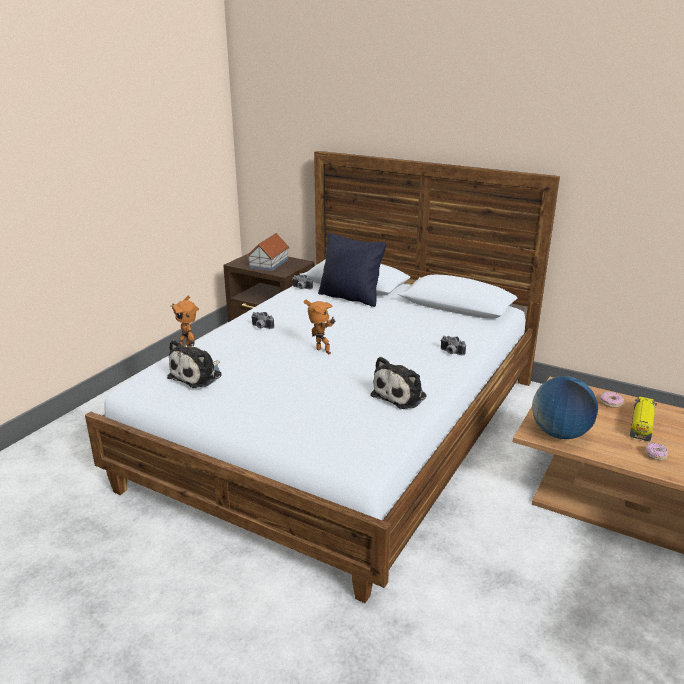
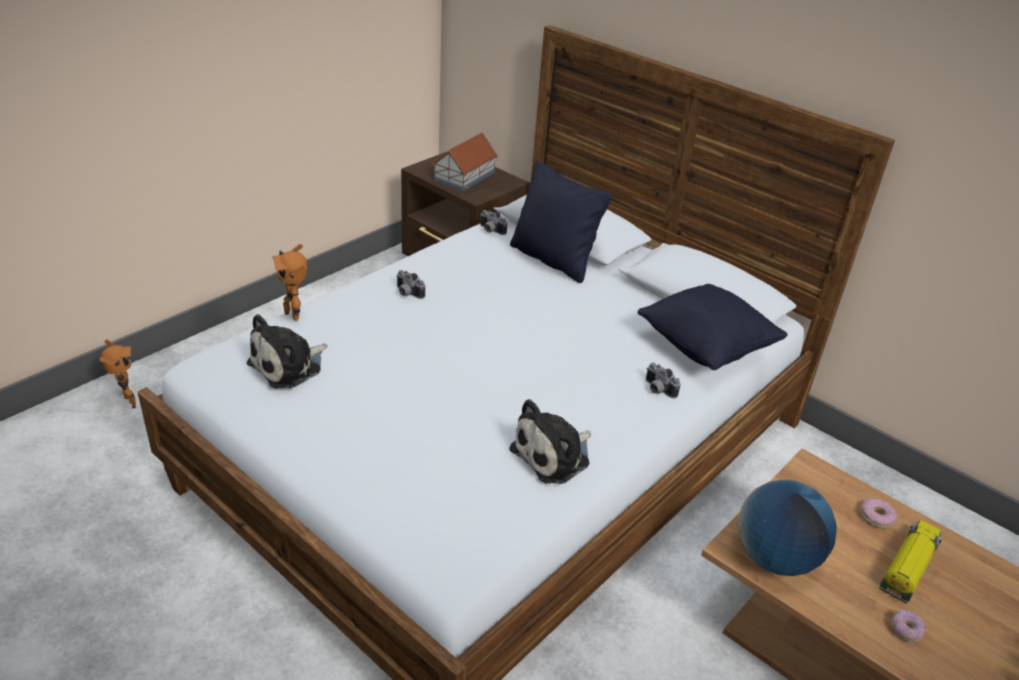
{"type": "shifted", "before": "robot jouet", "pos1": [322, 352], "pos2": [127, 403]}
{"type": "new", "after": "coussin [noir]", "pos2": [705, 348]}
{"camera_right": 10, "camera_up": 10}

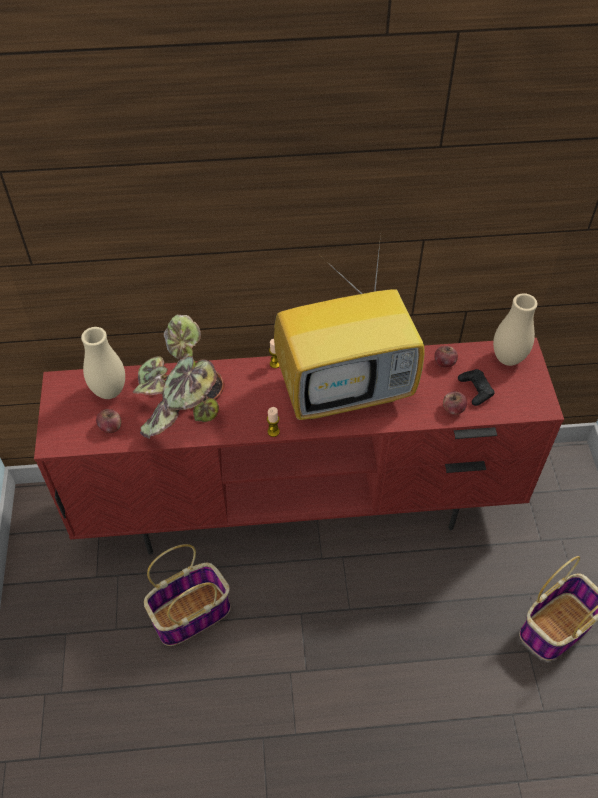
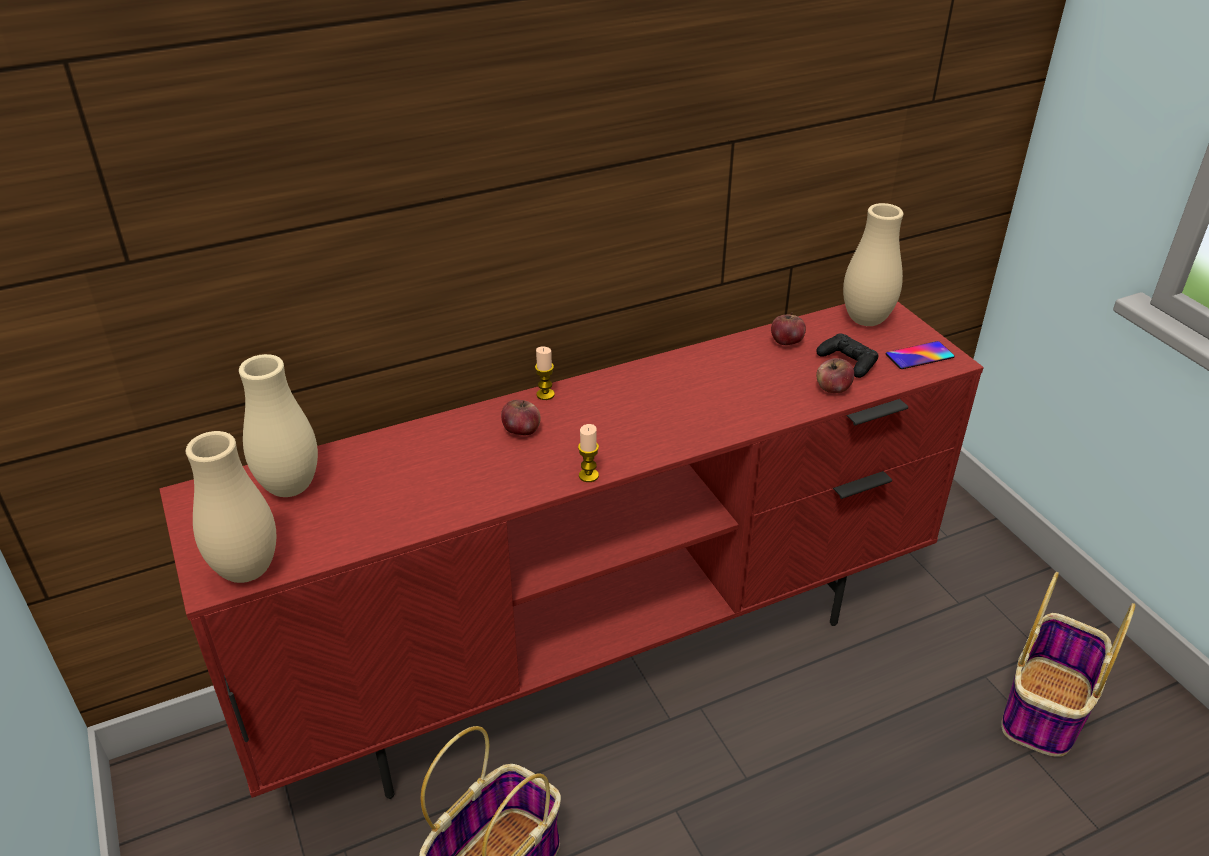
{"type": "shifted", "before": "pomme", "pos1": [110, 427], "pos2": [521, 430]}
{"type": "gone", "before": "plante en pot", "pos1": [179, 407]}
{"type": "gone", "before": "téléviseur", "pos1": [347, 388]}
{"type": "new", "after": "vase [beige]", "pos2": [247, 570]}
{"type": "new", "after": "téléphone", "pos2": [919, 356]}
{"camera_right": -20, "camera_up": -15}

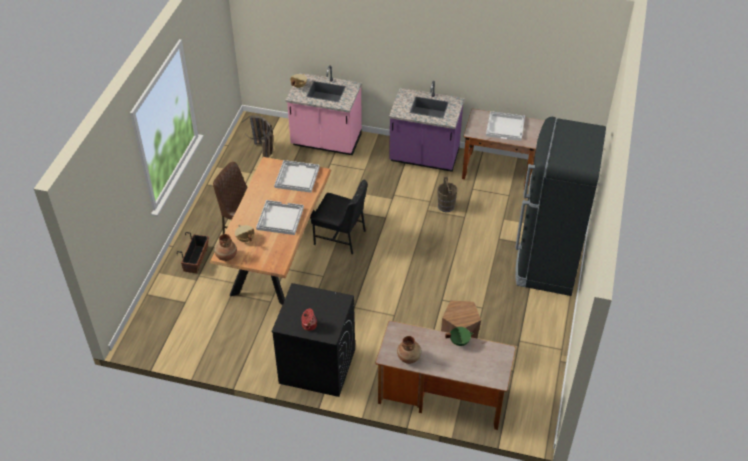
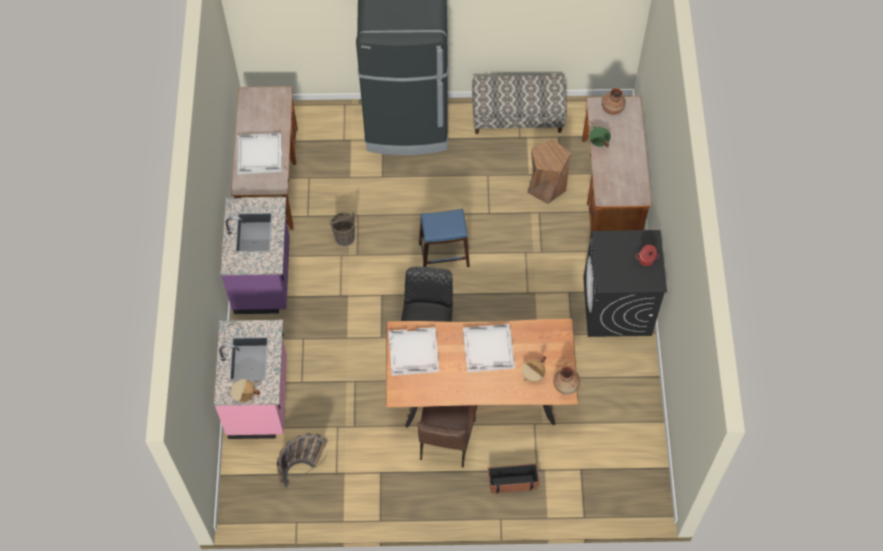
{"type": "shifted", "before": "vase [marron]", "pos1": [409, 357], "pos2": [612, 108]}
{"type": "new", "after": "tabouret [bleu]", "pos2": [443, 255]}
{"type": "new", "after": "banc", "pos2": [517, 117]}
{"camera_right": -105, "camera_up": 15}

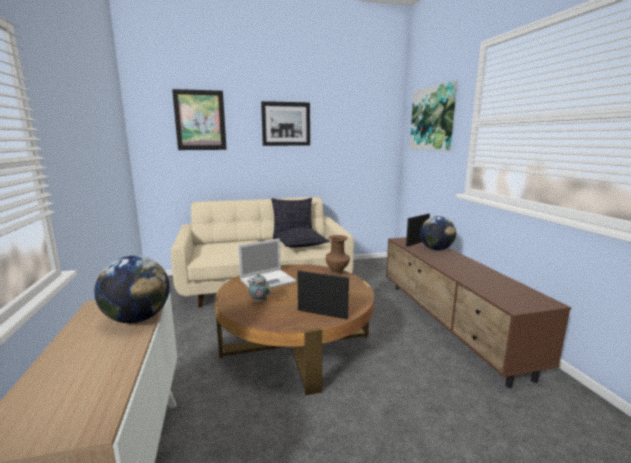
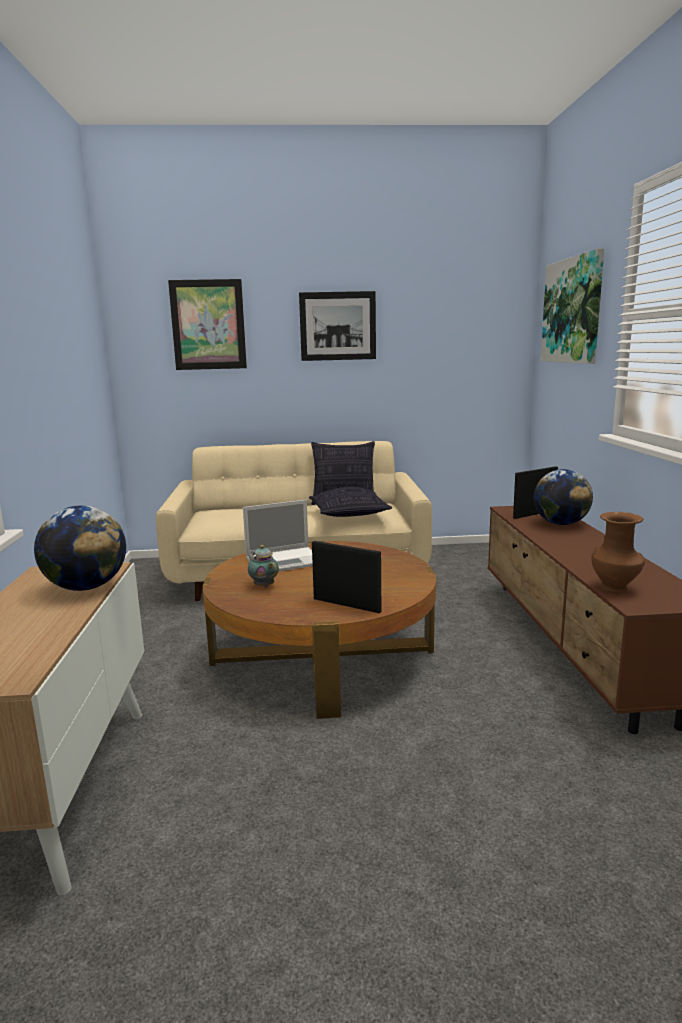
{"type": "shifted", "before": "vase [marron]", "pos1": [337, 273], "pos2": [615, 588]}
{"camera_right": 10, "camera_up": 0}

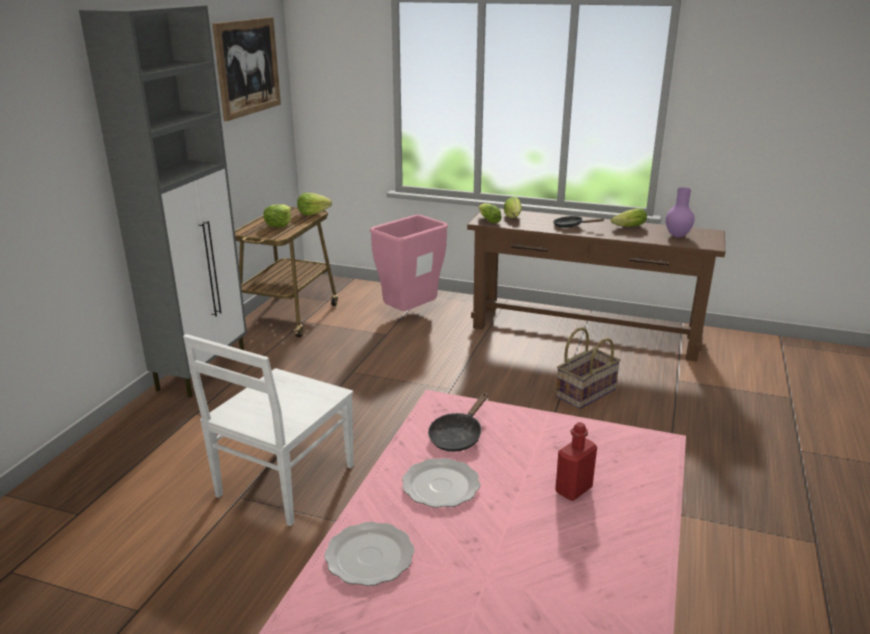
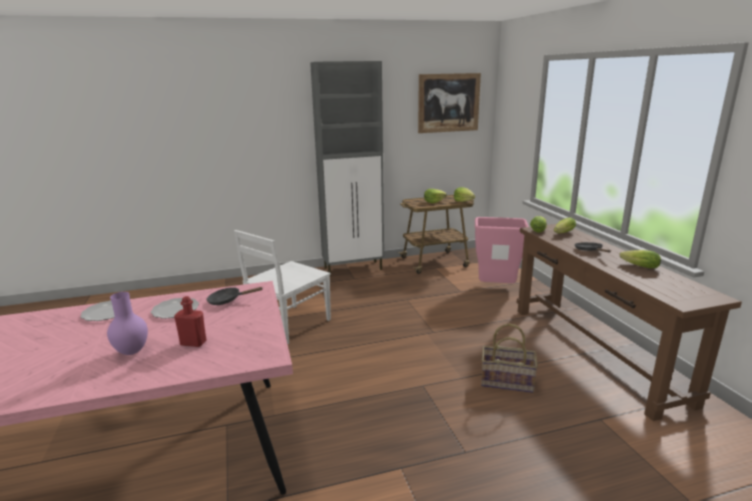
{"type": "rotated", "before": "chaise [blanc]", "pos1": [283, 482], "pos2": [289, 324], "turn": -45}
{"type": "shifted", "before": "vase [violet]", "pos1": [677, 236], "pos2": [131, 352]}
{"camera_right": 55, "camera_up": -5}

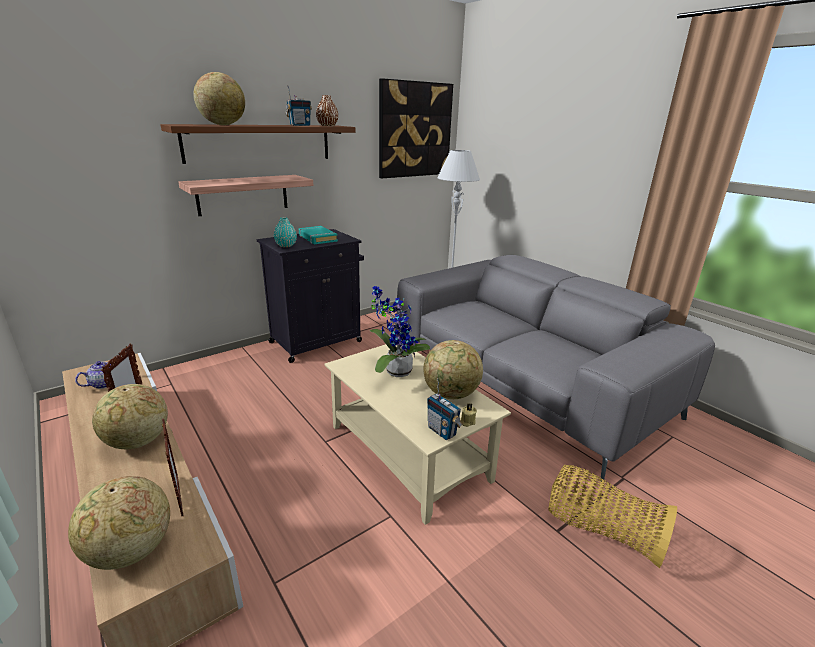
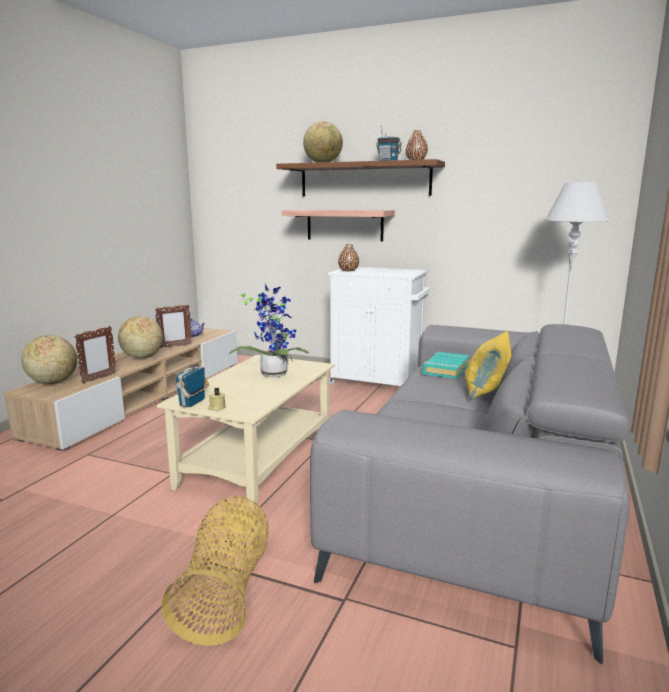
{"type": "repainted", "before": "meuble de rangement [noir]", "after": "meuble de rangement [blanc]", "pos1": [317, 341], "pos2": [378, 381]}
{"type": "repainted", "before": "vase [turquoise]", "after": "vase [marron]", "pos1": [286, 245], "pos2": [348, 270]}
{"type": "shifted", "before": "livre [turquoise]", "pos1": [317, 238], "pos2": [445, 369]}
{"type": "gone", "before": "tableau", "pos1": [415, 130]}
{"type": "gone", "before": "globe", "pos1": [451, 394]}
{"type": "new", "after": "coussin [jaune]", "pos2": [486, 391]}
{"camera_right": 60, "camera_up": -10}

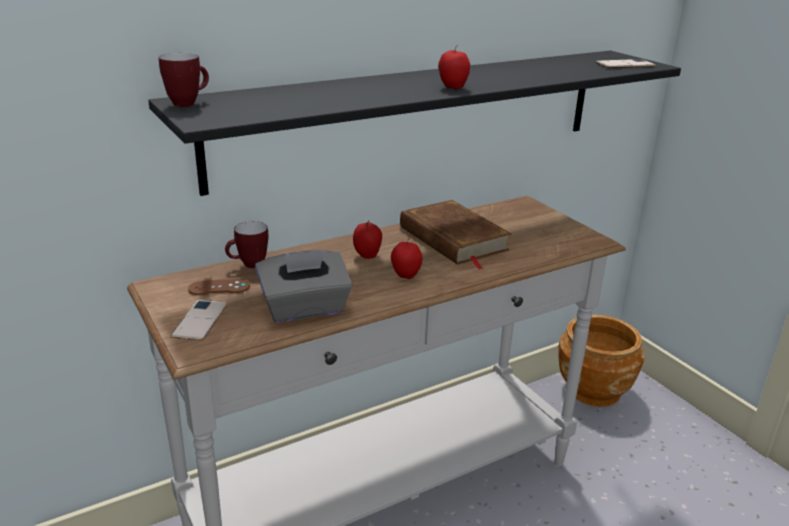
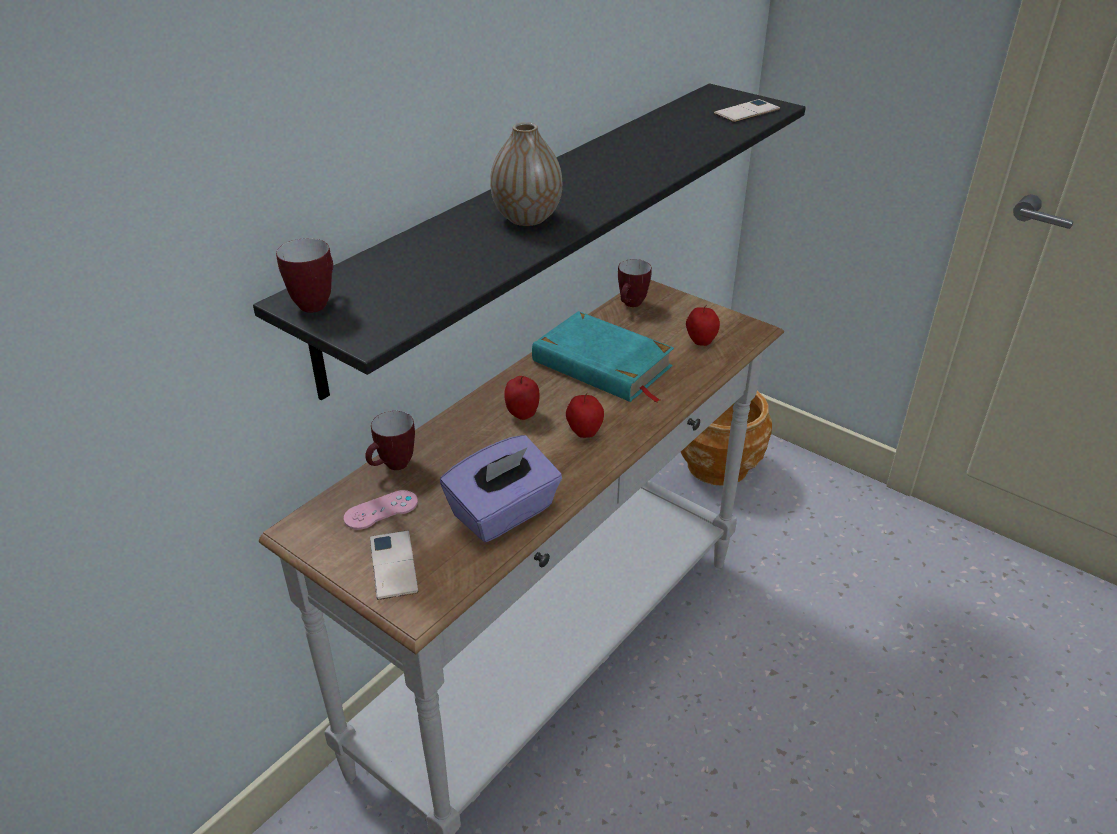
{"type": "repainted", "before": "manette [marron]", "after": "manette [rose]", "pos1": [219, 287], "pos2": [381, 510]}
{"type": "repainted", "before": "boîte à mouchoirs [gris]", "after": "boîte à mouchoirs [violet]", "pos1": [305, 309], "pos2": [504, 513]}
{"type": "repainted", "before": "livre [marron]", "after": "livre [turquoise]", "pos1": [453, 239], "pos2": [602, 364]}
{"type": "shifted", "before": "pomme", "pos1": [452, 87], "pos2": [700, 342]}
{"type": "new", "after": "vase", "pos2": [527, 218]}
{"type": "new", "after": "mug", "pos2": [631, 305]}
{"camera_right": -20, "camera_up": 10}

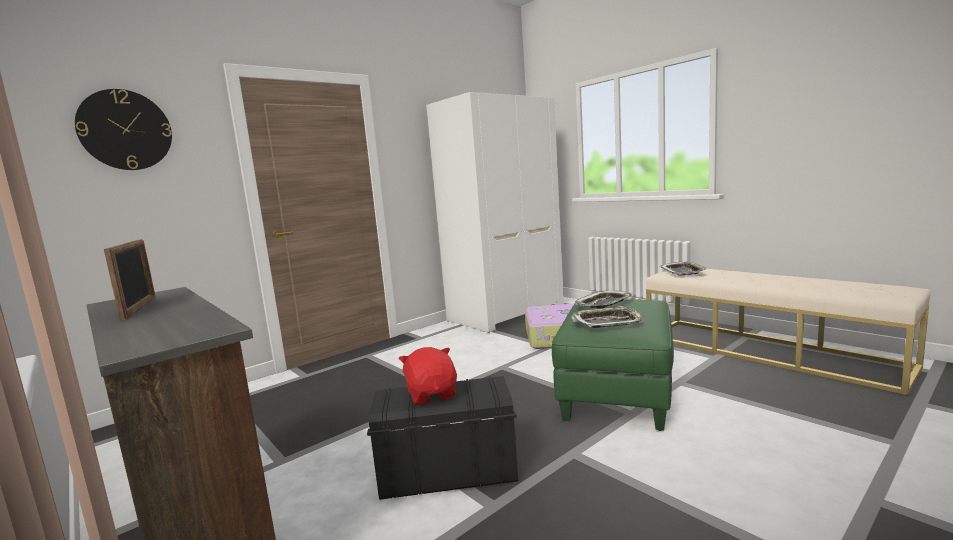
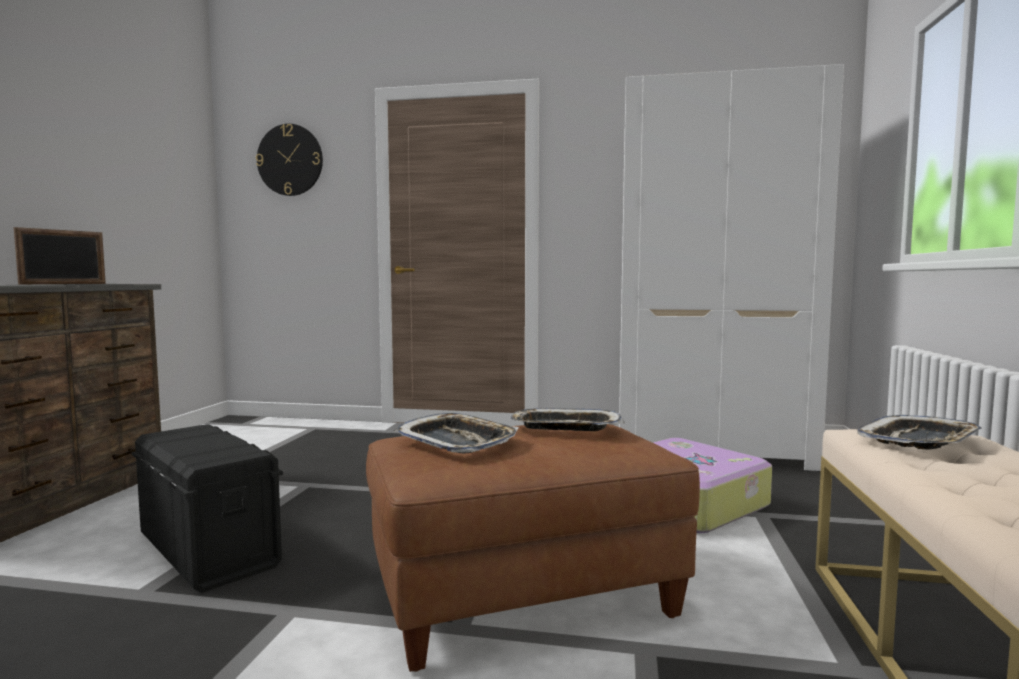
{"type": "gone", "before": "peluche [rouge]", "pos1": [432, 394]}
{"type": "repainted", "before": "pouf [vert]", "after": "pouf [marron]", "pos1": [618, 394], "pos2": [522, 599]}
{"camera_right": 50, "camera_up": -5}

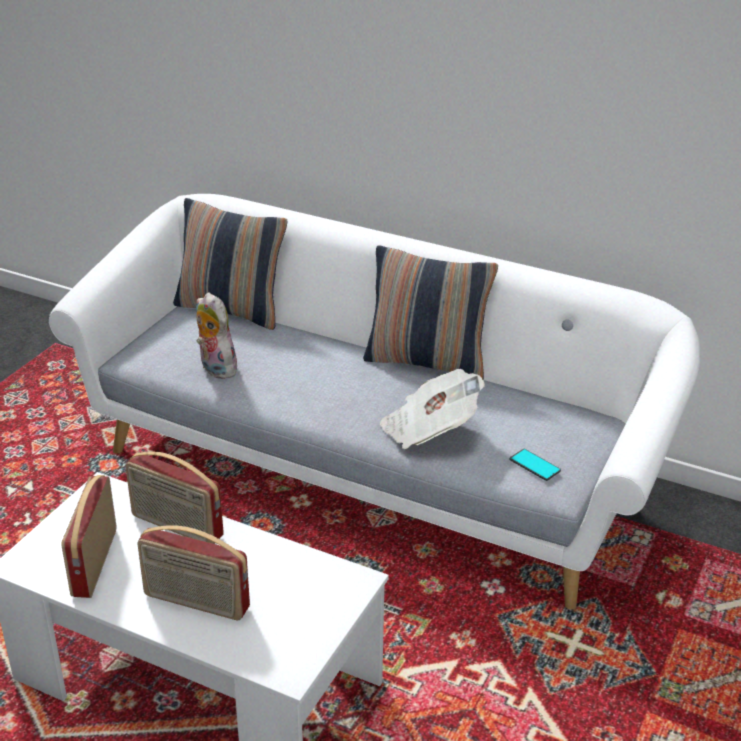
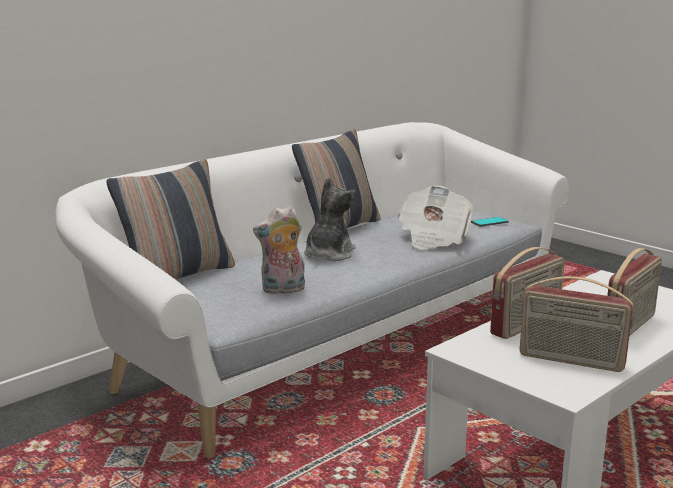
{"type": "new", "after": "peluche", "pos2": [328, 254]}
{"camera_right": -70, "camera_up": -15}

